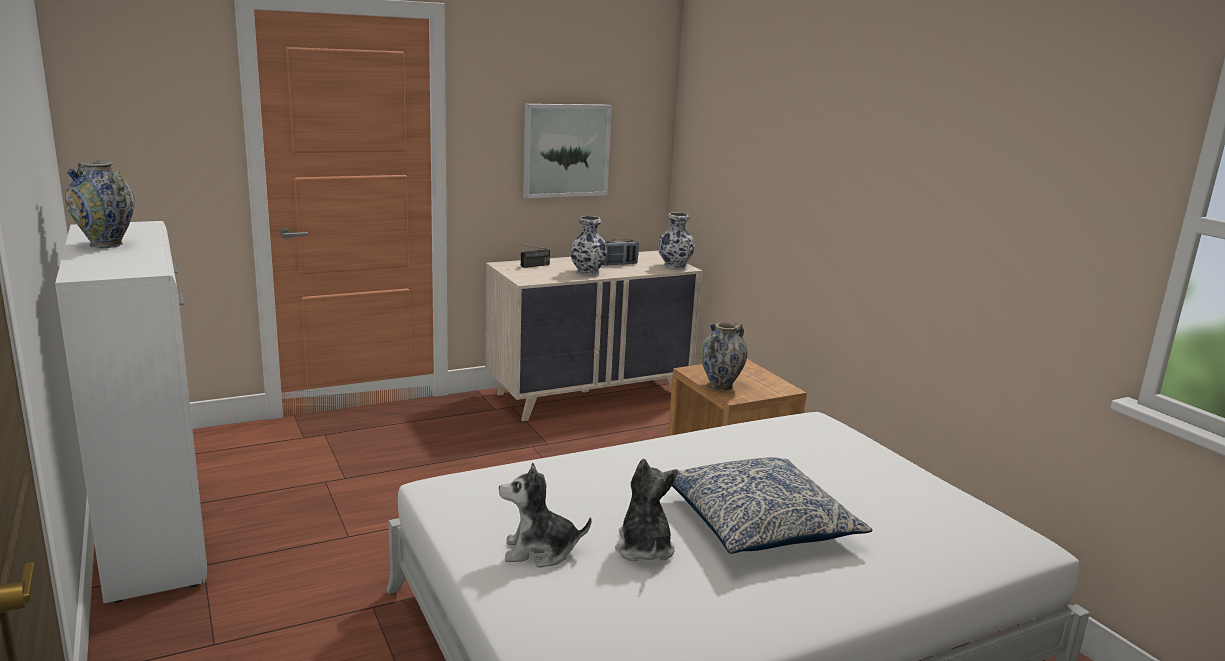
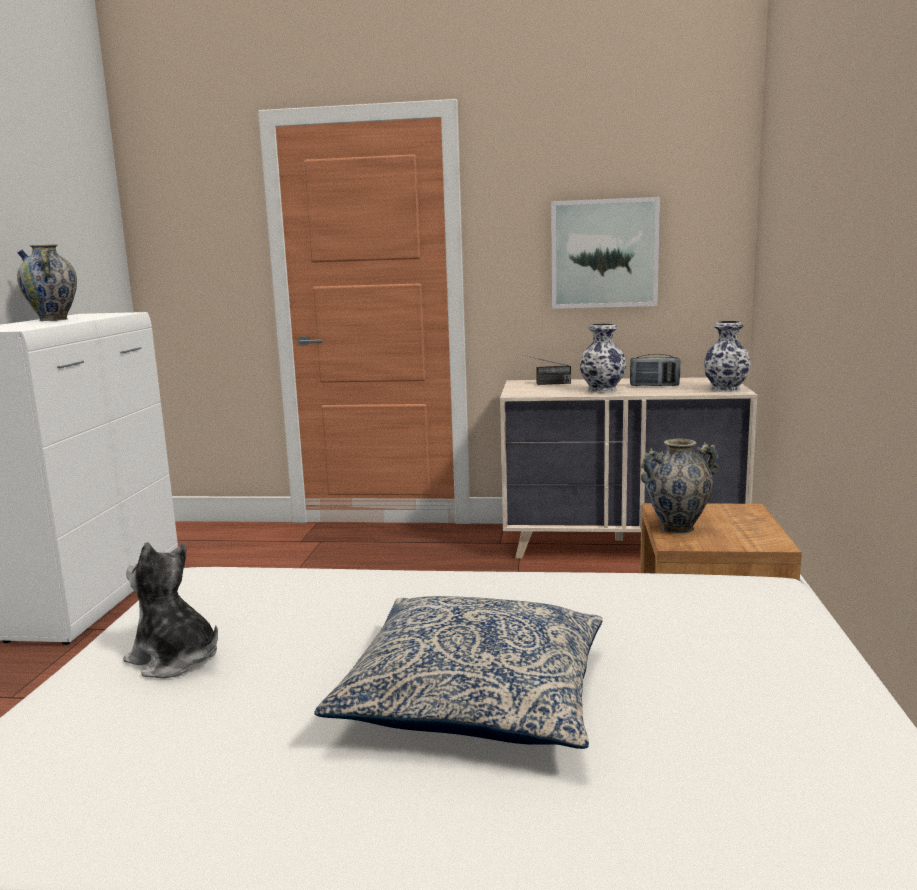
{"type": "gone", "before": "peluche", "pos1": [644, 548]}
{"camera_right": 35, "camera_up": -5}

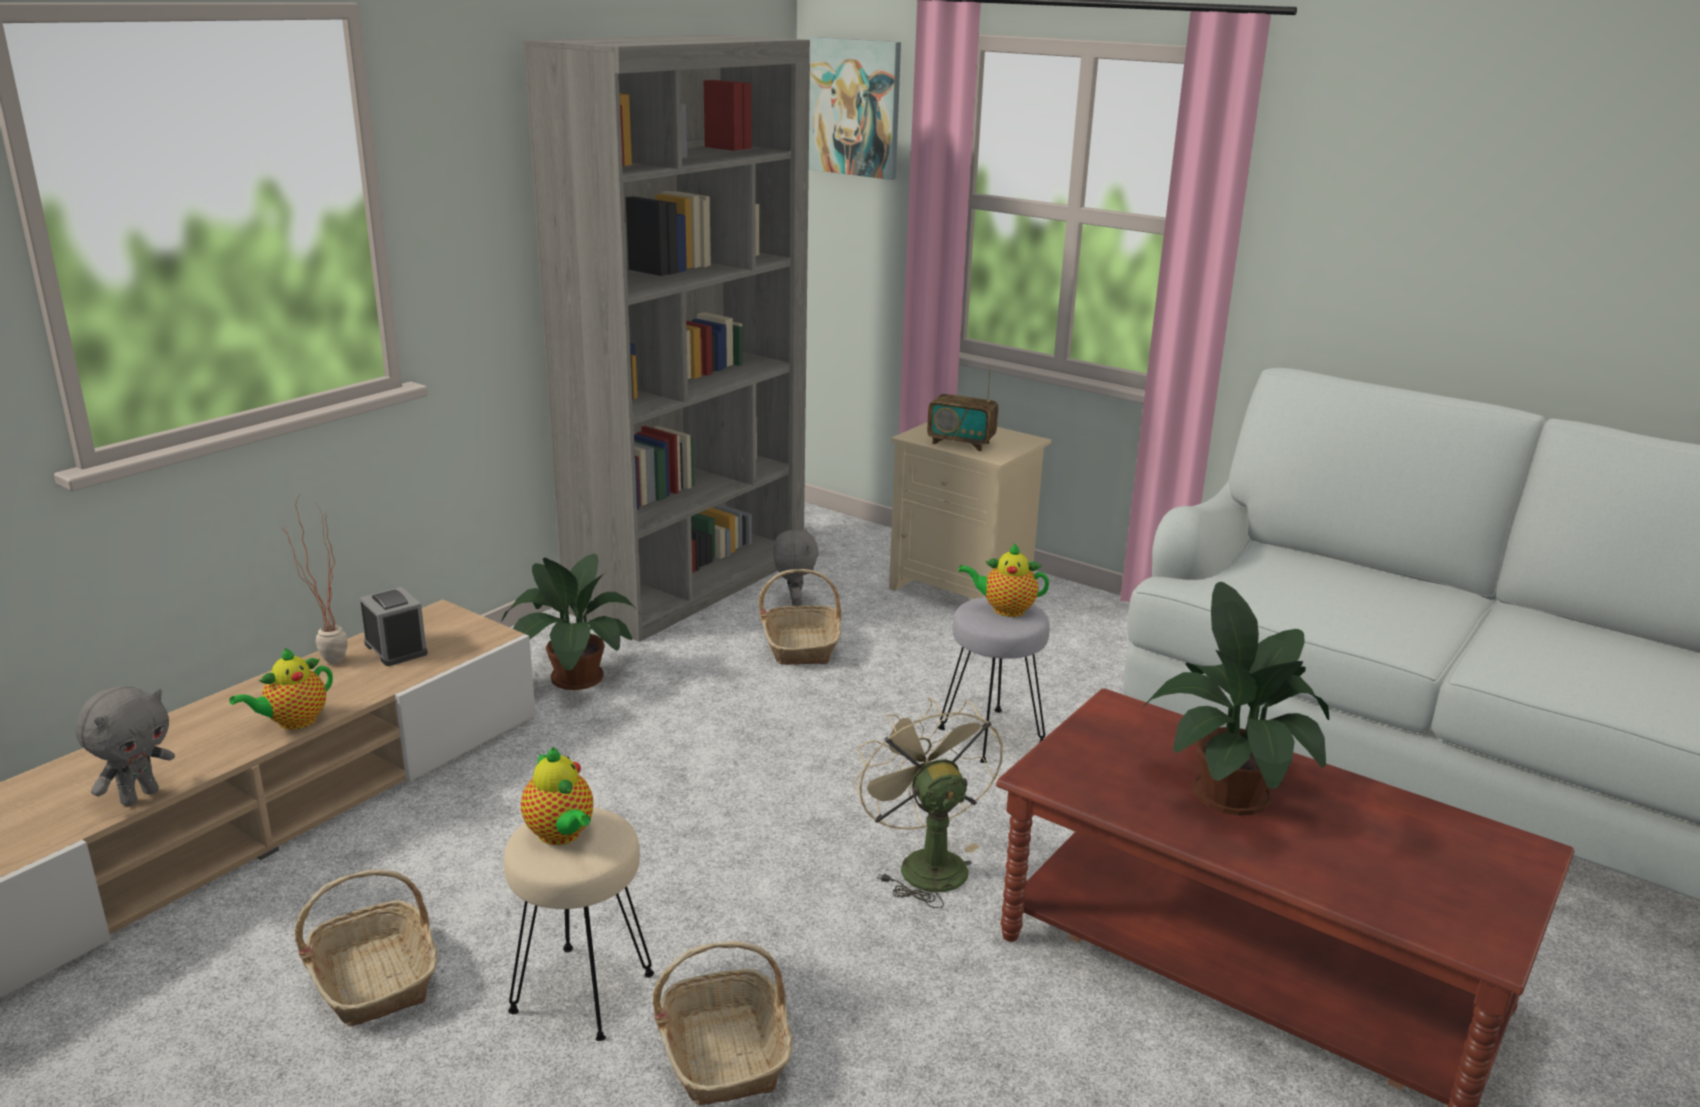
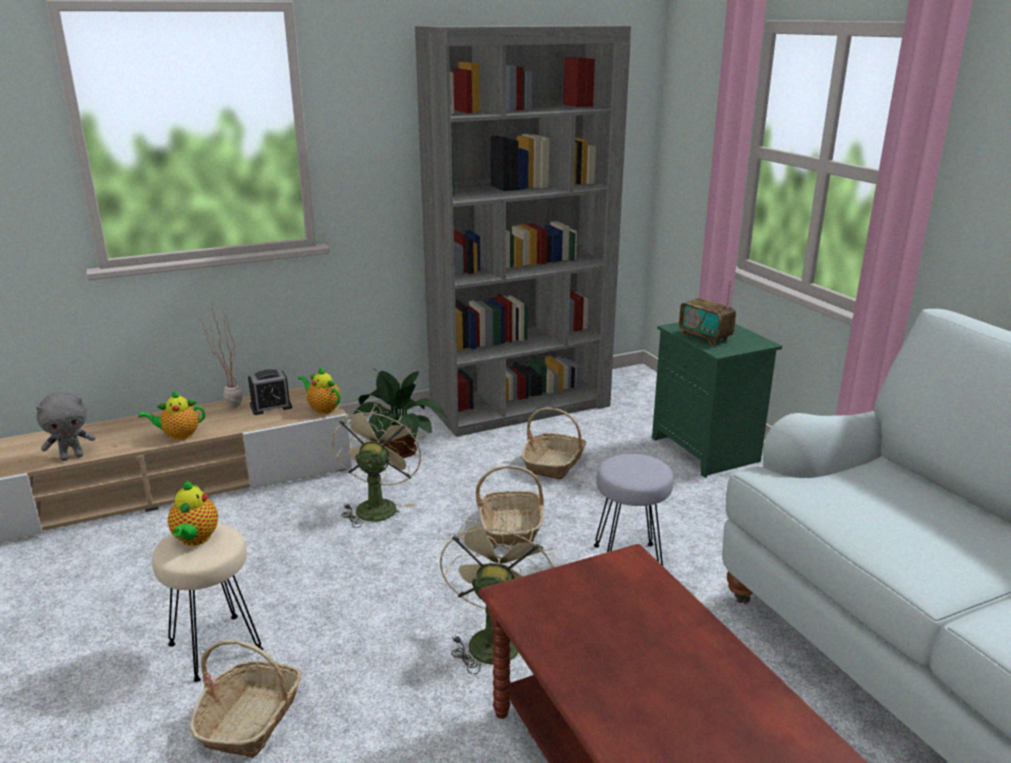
{"type": "shifted", "before": "panier", "pos1": [374, 978], "pos2": [511, 527]}
{"type": "rotated", "before": "réveil", "pos1": [396, 649], "pos2": [271, 406], "turn": 75}
{"type": "gone", "before": "peluche [gris]", "pos1": [794, 603]}
{"type": "gone", "before": "tableau", "pos1": [856, 108]}
{"type": "repainted", "before": "table de chevet [beige]", "after": "table de chevet [vert]", "pos1": [964, 589], "pos2": [707, 450]}
{"type": "shifted", "before": "théière", "pos1": [1005, 610], "pos2": [323, 409]}
{"type": "gone", "before": "plante en pot", "pos1": [1229, 789]}
{"type": "new", "after": "ventilateur [beige]", "pos2": [377, 505]}
{"camera_right": 30, "camera_up": 0}

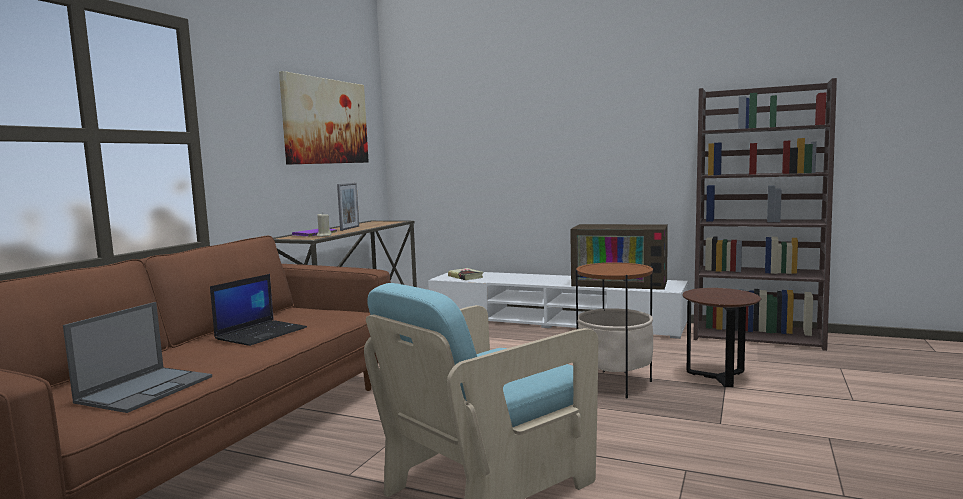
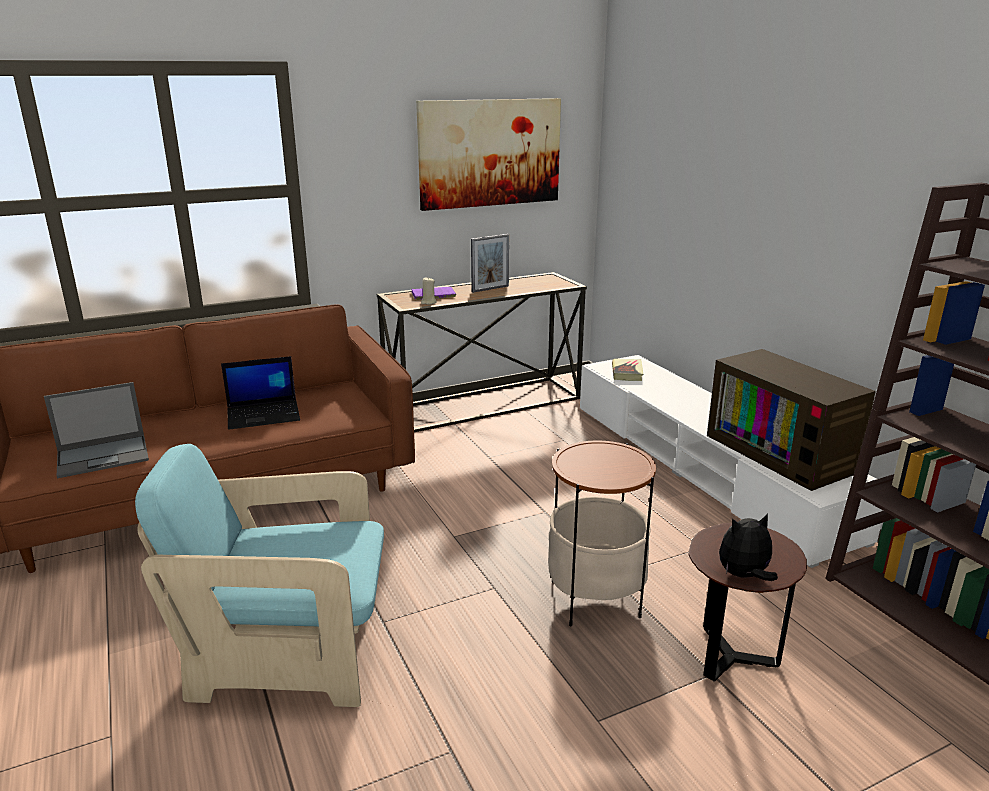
{"type": "new", "after": "peluche", "pos2": [744, 576]}
{"camera_right": 40, "camera_up": 15}

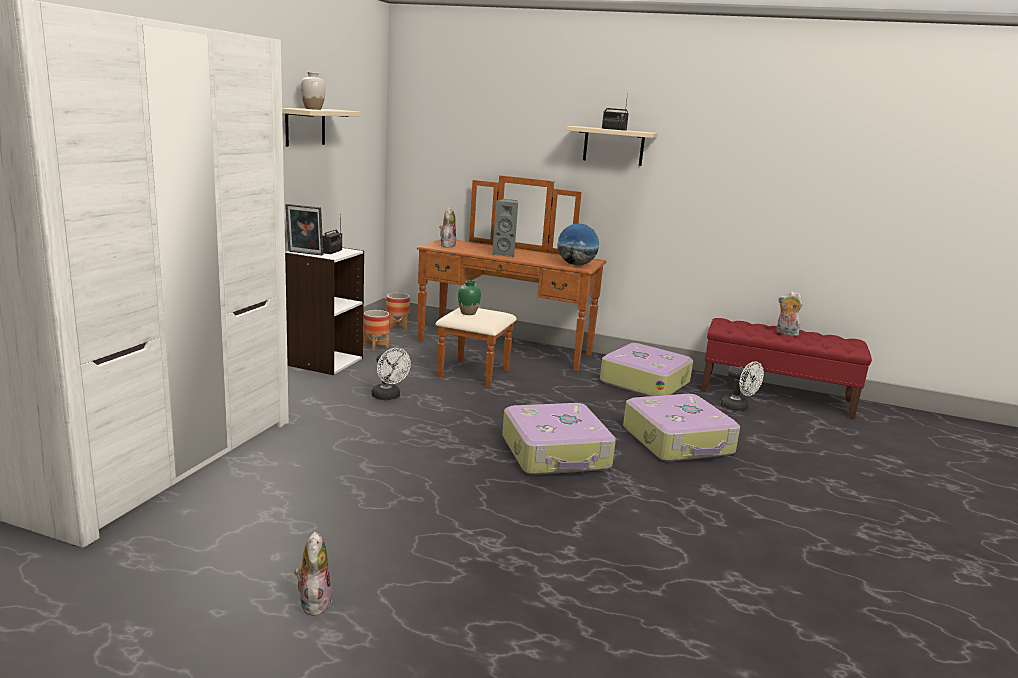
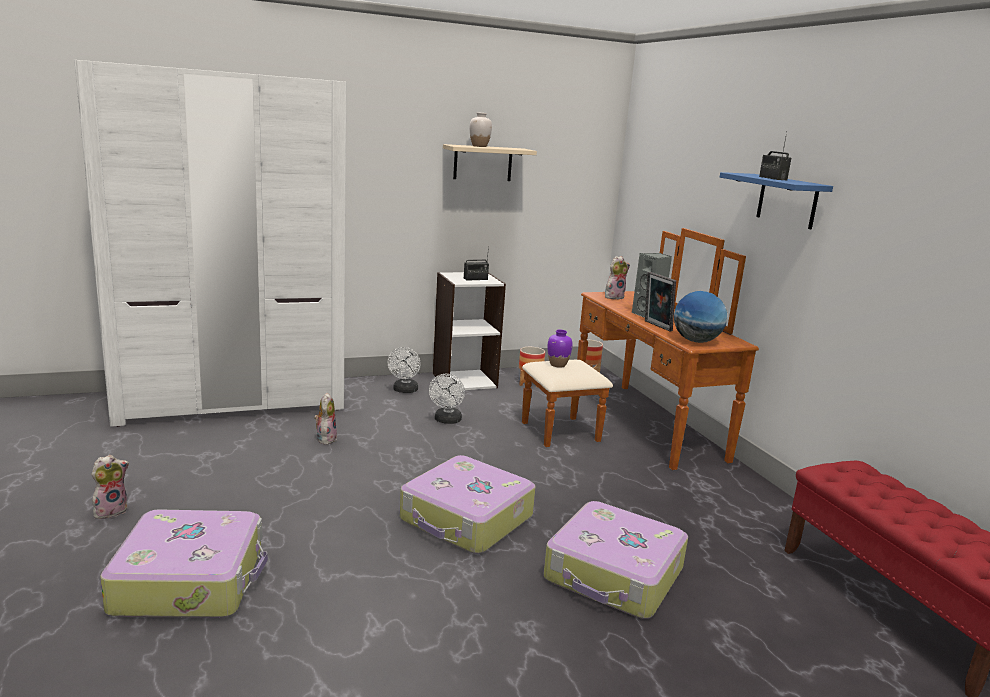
{"type": "shifted", "before": "cadre photo", "pos1": [304, 253], "pos2": [656, 326]}
{"type": "repainted", "before": "vase [vert]", "after": "vase [violet]", "pos1": [468, 313], "pos2": [558, 365]}
{"type": "repainted", "before": "étagère [beige]", "after": "étagère [bleu]", "pos1": [613, 146], "pos2": [787, 201]}
{"type": "shifted", "before": "valise", "pos1": [644, 382], "pos2": [191, 580]}
{"type": "shifted", "before": "ventilateur [blanc]", "pos1": [738, 408], "pos2": [404, 391]}
{"type": "shifted", "before": "peluche", "pos1": [785, 333], "pos2": [325, 439]}
{"camera_right": 50, "camera_up": 0}

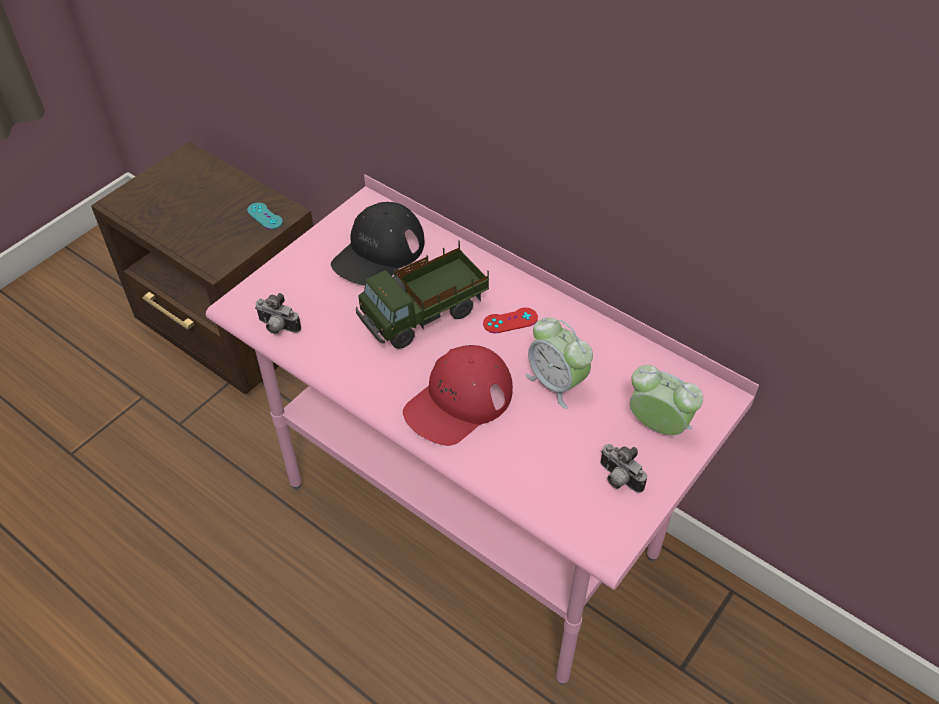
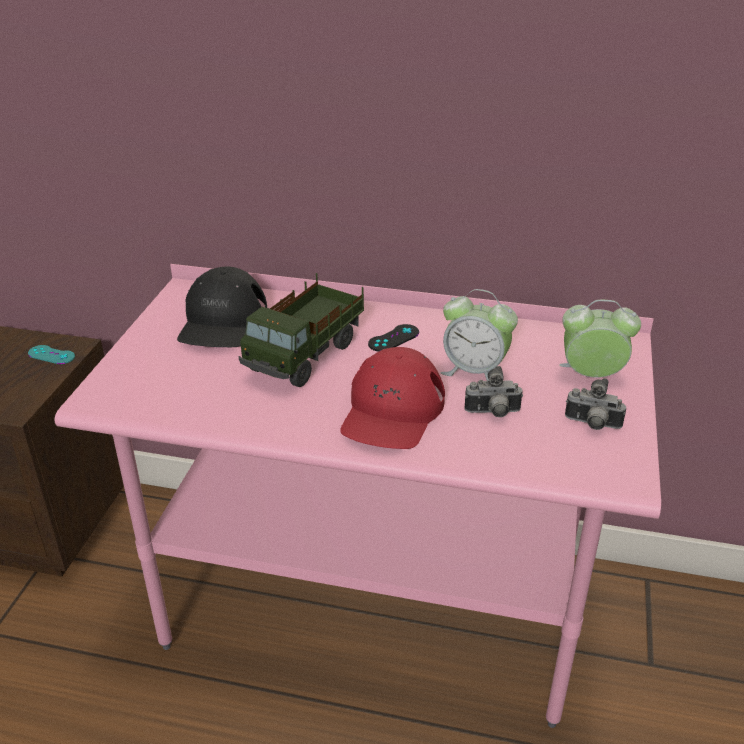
{"type": "shifted", "before": "appareil photo", "pos1": [277, 328], "pos2": [493, 413]}
{"type": "repainted", "before": "manette [rouge]", "after": "manette [noir]", "pos1": [510, 321], "pos2": [393, 338]}
{"camera_right": -25, "camera_up": -15}

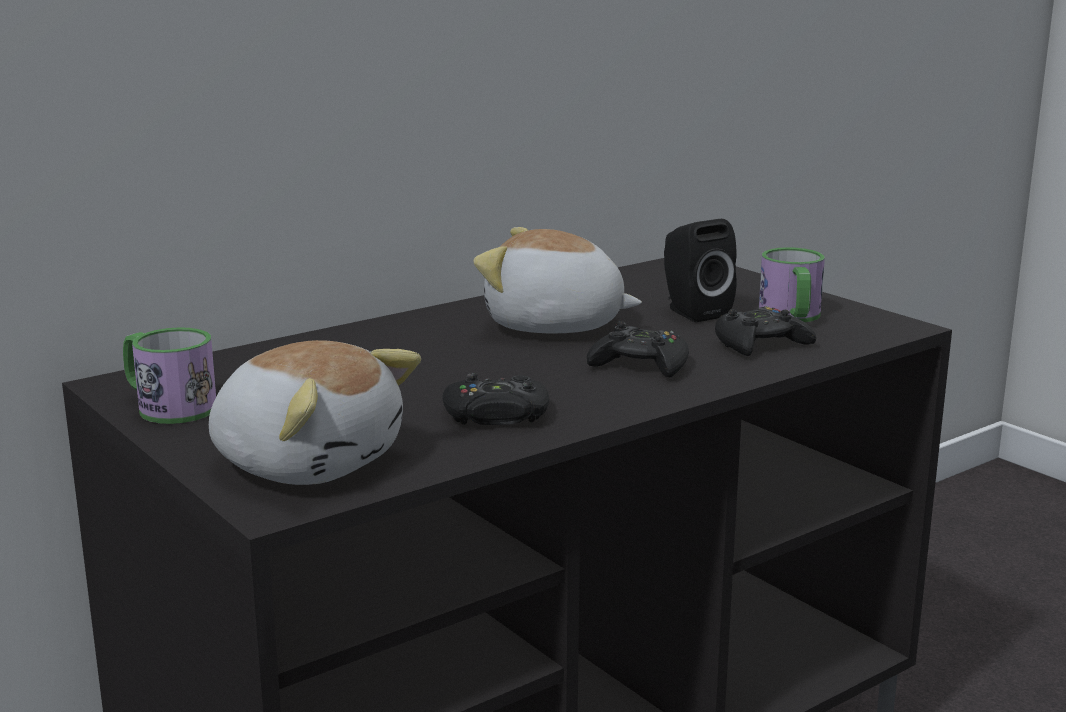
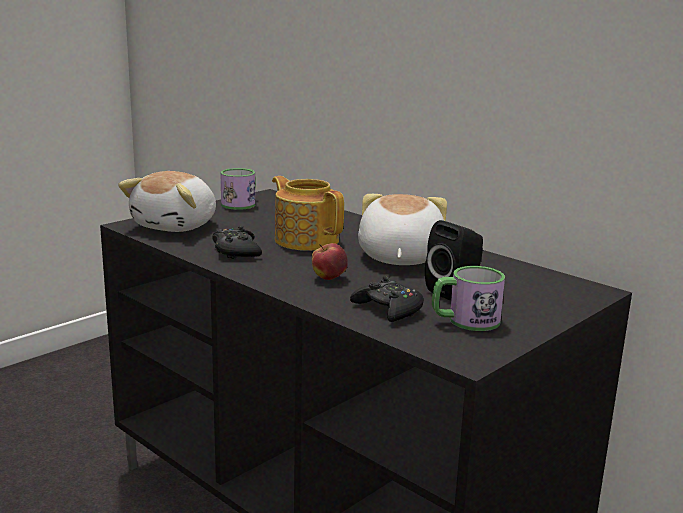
{"type": "swapped", "before": "manette [noir]", "after": "pomme", "pos1": [640, 365], "pos2": [328, 278]}
{"type": "new", "after": "théière", "pos2": [306, 240]}
{"camera_right": 80, "camera_up": 0}

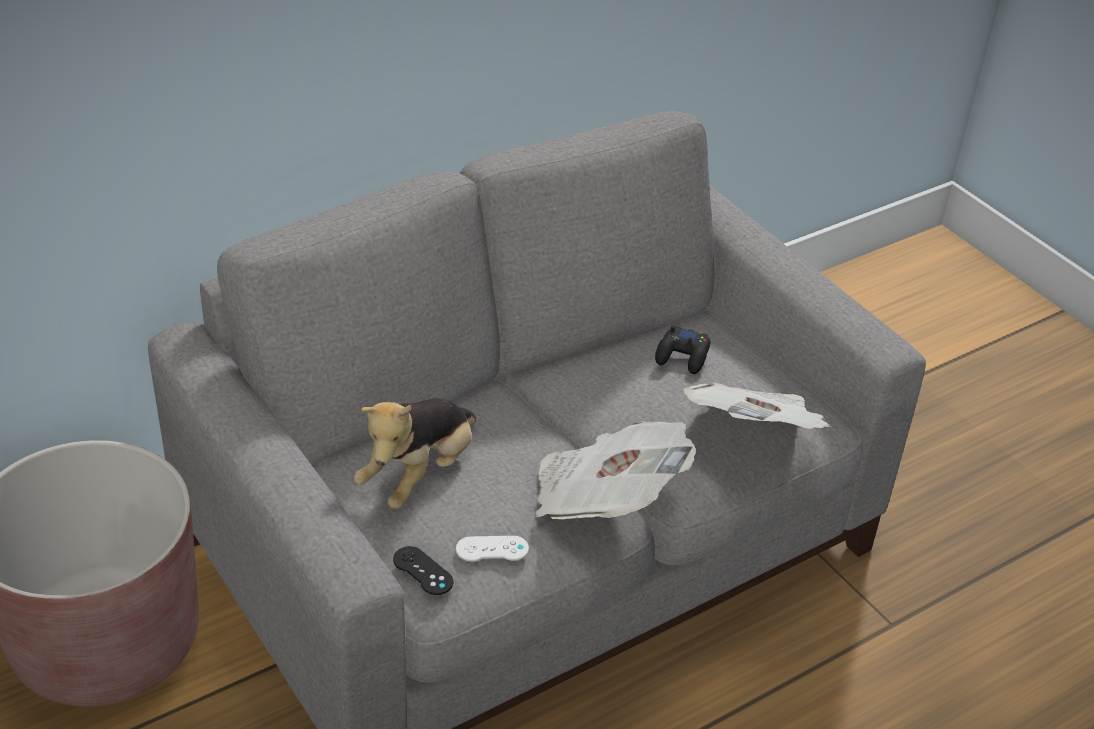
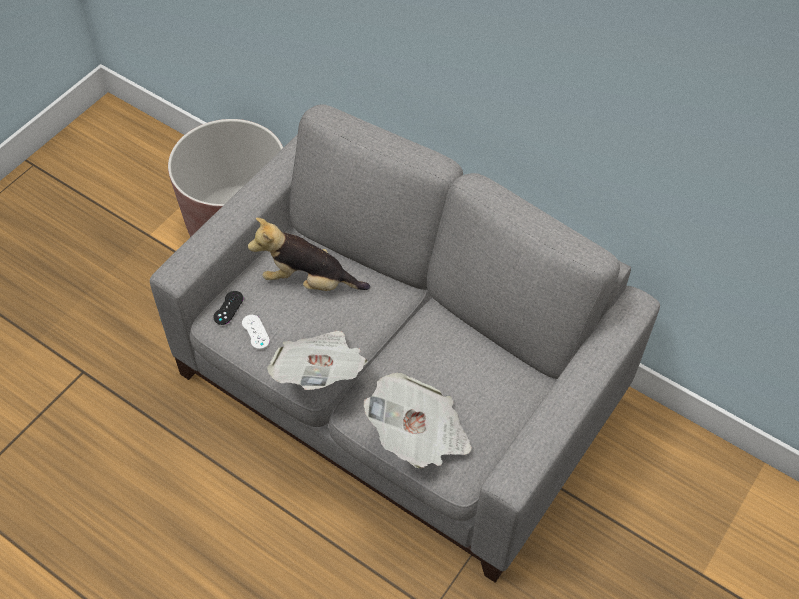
{"type": "gone", "before": "manette [noir]", "pos1": [683, 356]}
{"camera_right": 70, "camera_up": 15}

